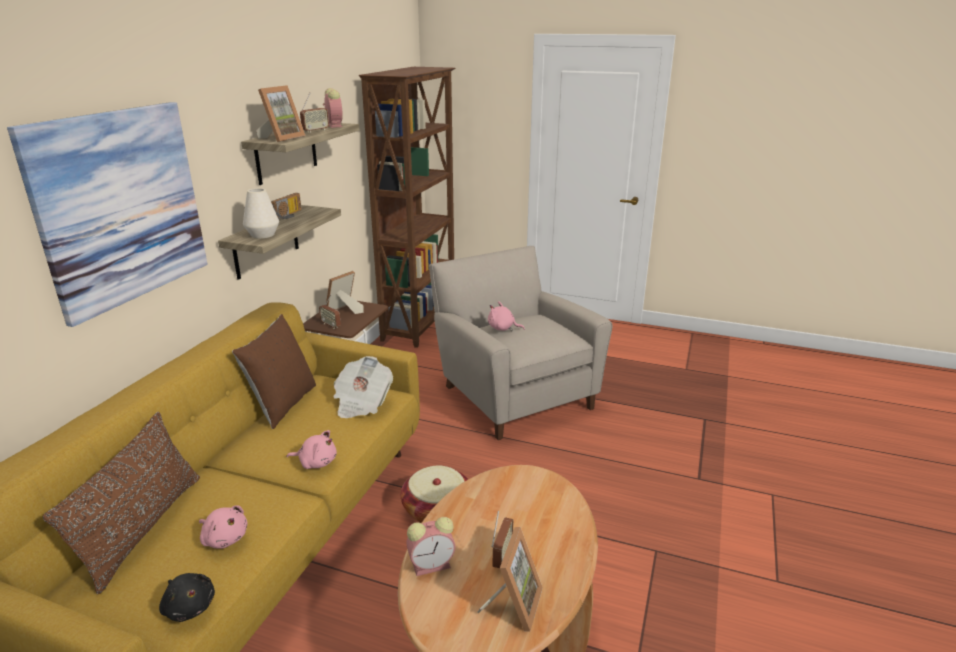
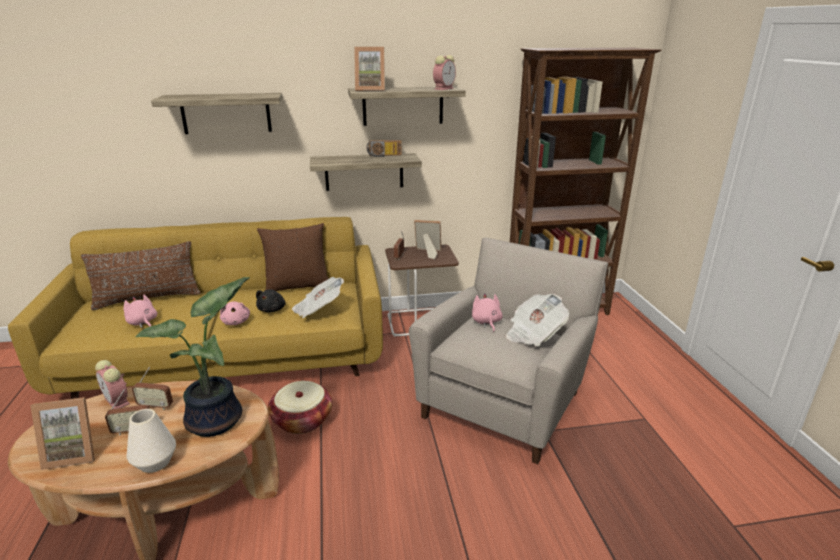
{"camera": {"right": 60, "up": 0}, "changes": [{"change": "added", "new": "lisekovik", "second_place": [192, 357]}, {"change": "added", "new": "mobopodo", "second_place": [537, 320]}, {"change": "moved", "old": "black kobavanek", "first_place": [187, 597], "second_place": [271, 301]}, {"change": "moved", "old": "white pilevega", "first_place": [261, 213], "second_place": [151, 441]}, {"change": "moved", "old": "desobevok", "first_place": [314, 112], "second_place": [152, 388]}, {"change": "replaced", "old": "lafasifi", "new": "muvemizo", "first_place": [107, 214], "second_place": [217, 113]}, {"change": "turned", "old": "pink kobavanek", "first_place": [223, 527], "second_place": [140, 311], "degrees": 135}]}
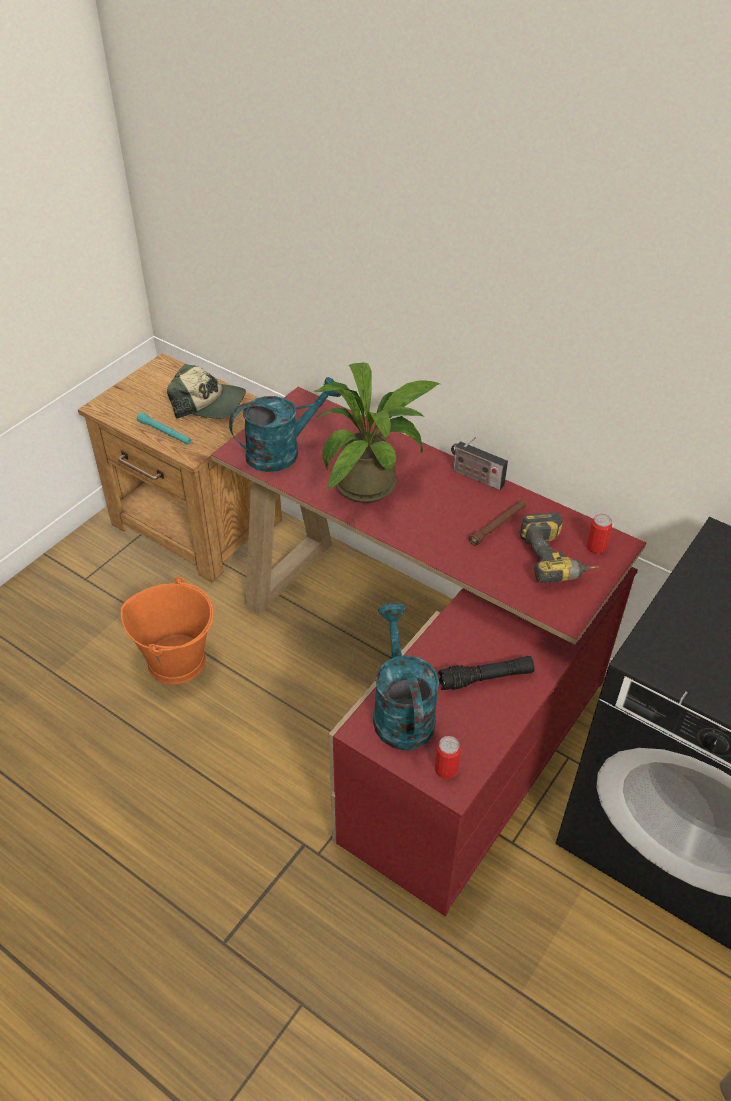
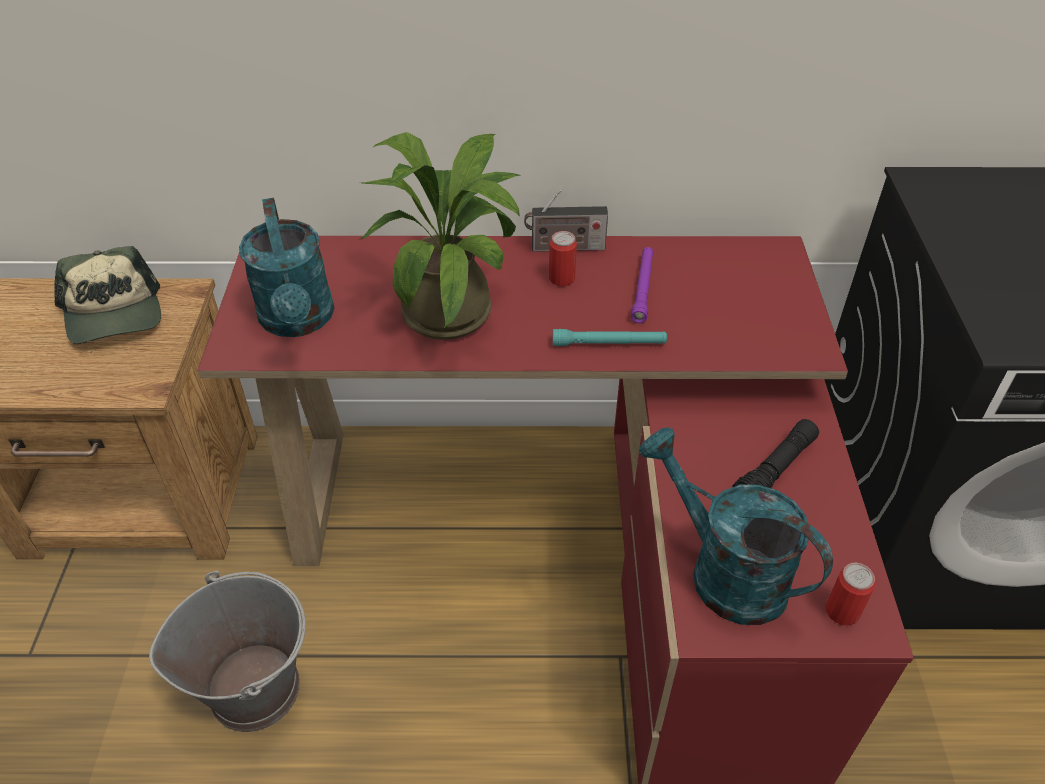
{"camera": {"right": -35, "up": 0}, "changes": [{"change": "removed", "old": "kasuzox", "first_place": [559, 547]}, {"change": "moved", "old": "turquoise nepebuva", "first_place": [164, 428], "second_place": [610, 337]}, {"change": "moved", "old": "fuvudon", "first_place": [599, 534], "second_place": [563, 258]}, {"change": "recoloured", "old": "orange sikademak", "new": "grey sikademak", "first_place": [167, 631], "second_place": [227, 651]}, {"change": "recoloured", "old": "brown nepebuva", "new": "purple nepebuva", "first_place": [497, 523], "second_place": [642, 285]}, {"change": "turned", "old": "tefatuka", "first_place": [206, 391], "second_place": [107, 295], "degrees": 90}, {"change": "turned", "old": "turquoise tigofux", "first_place": [285, 424], "second_place": [286, 267], "degrees": 135}]}
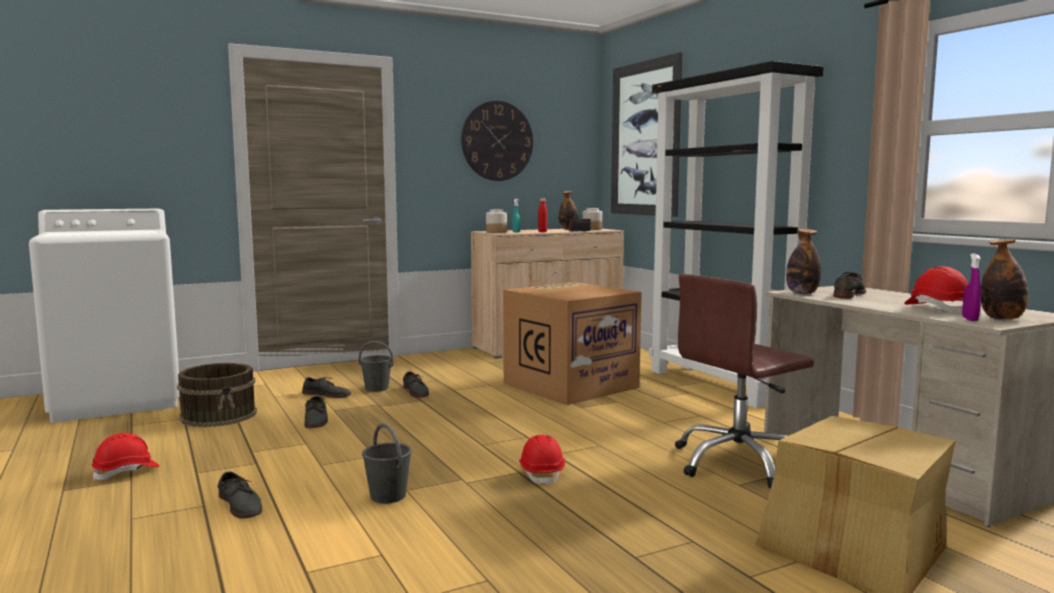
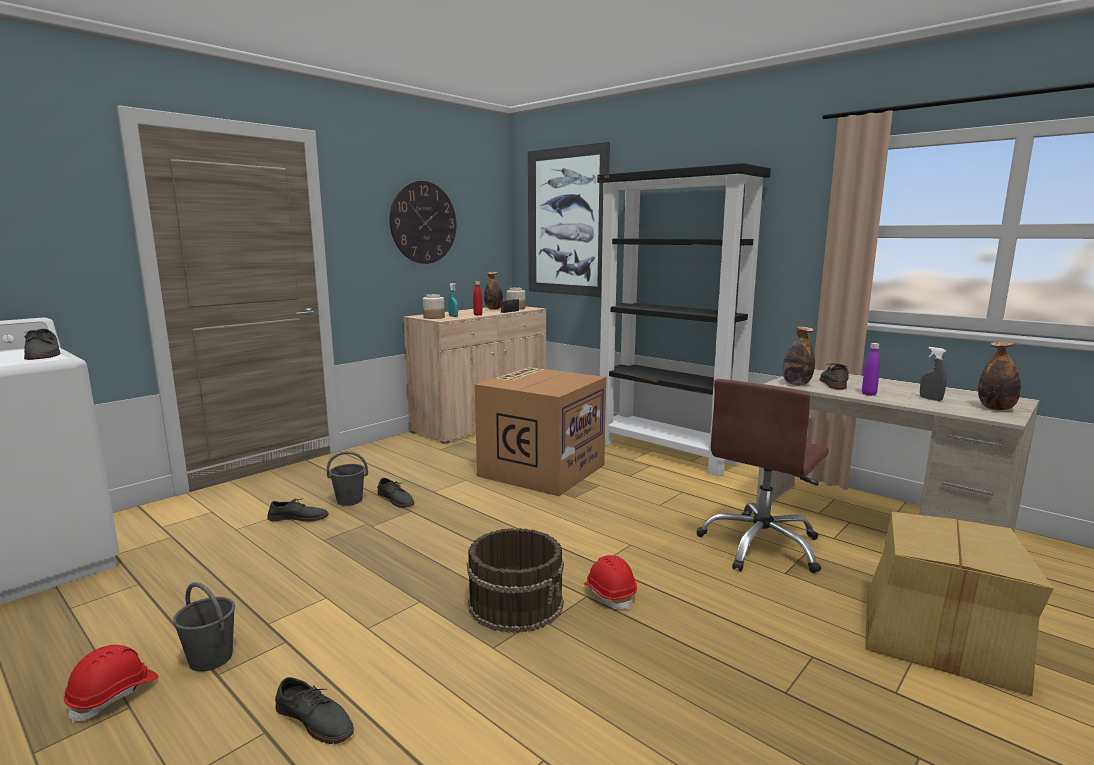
{"camera": {"right": -20, "up": 5}, "changes": [{"change": "removed", "old": "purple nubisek", "first_place": [971, 287]}, {"change": "added", "new": "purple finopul", "second_place": [871, 369]}, {"change": "moved", "old": "brown sikademak", "first_place": [217, 395], "second_place": [515, 580]}, {"change": "moved", "old": "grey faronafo", "first_place": [316, 412], "second_place": [42, 344]}, {"change": "moved", "old": "grey sikademak", "first_place": [387, 463], "second_place": [204, 627]}, {"change": "replaced", "old": "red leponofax", "new": "grey nubisek", "first_place": [936, 289], "second_place": [933, 374]}]}
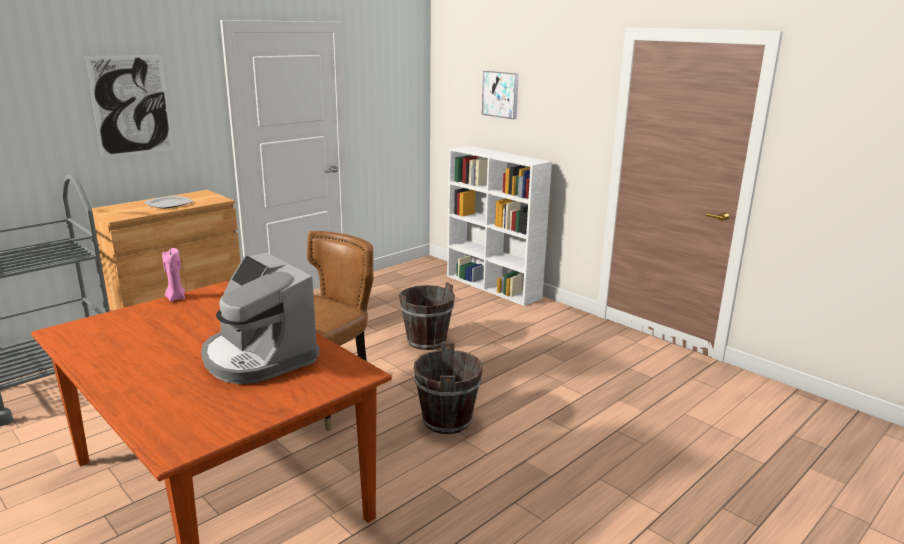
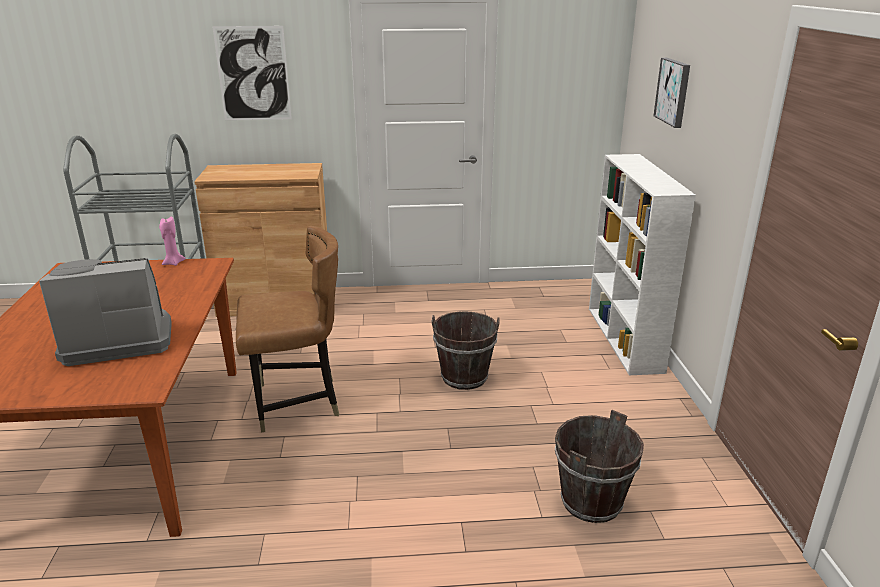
{"camera": {"right": 40, "up": 5}, "changes": [{"change": "removed", "old": "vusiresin", "first_place": [168, 202]}, {"change": "moved", "old": "brown sikademak", "first_place": [448, 388], "second_place": [599, 466]}, {"change": "turned", "old": "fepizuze", "first_place": [260, 318], "second_place": [105, 312], "degrees": 75}]}
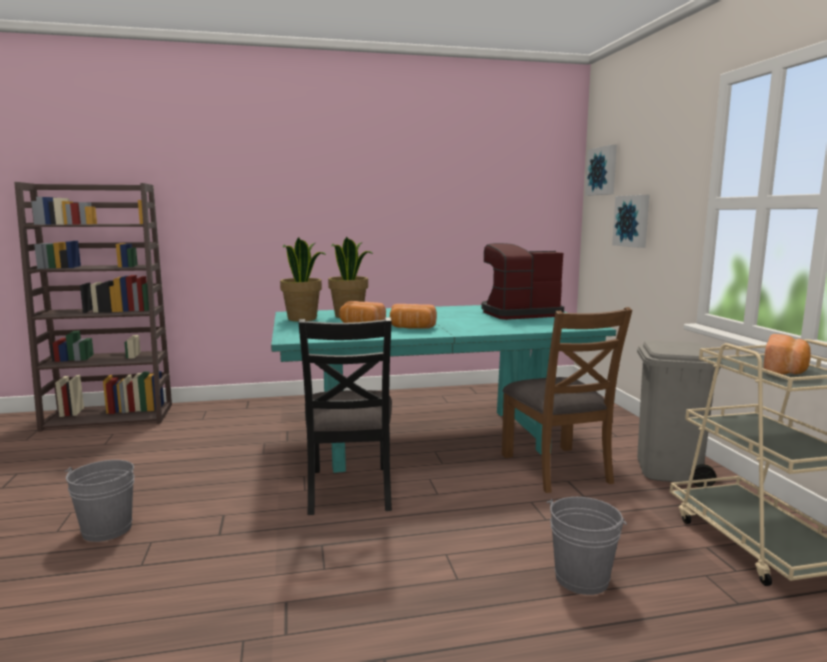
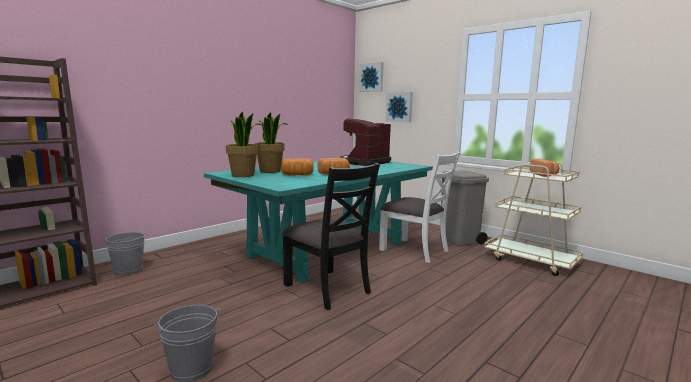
{"camera": {"right": -35, "up": 0}, "changes": [{"change": "moved", "old": "grey sikademak", "first_place": [586, 546], "second_place": [124, 254]}, {"change": "recoloured", "old": "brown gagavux", "new": "white gagavux", "first_place": [567, 400], "second_place": [419, 207]}]}
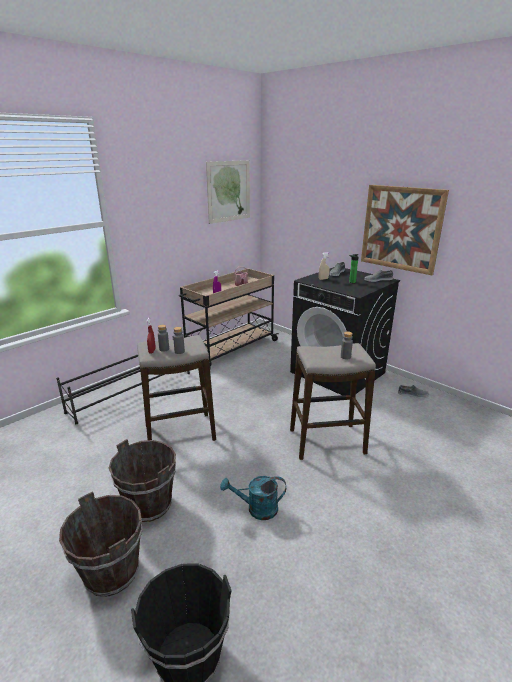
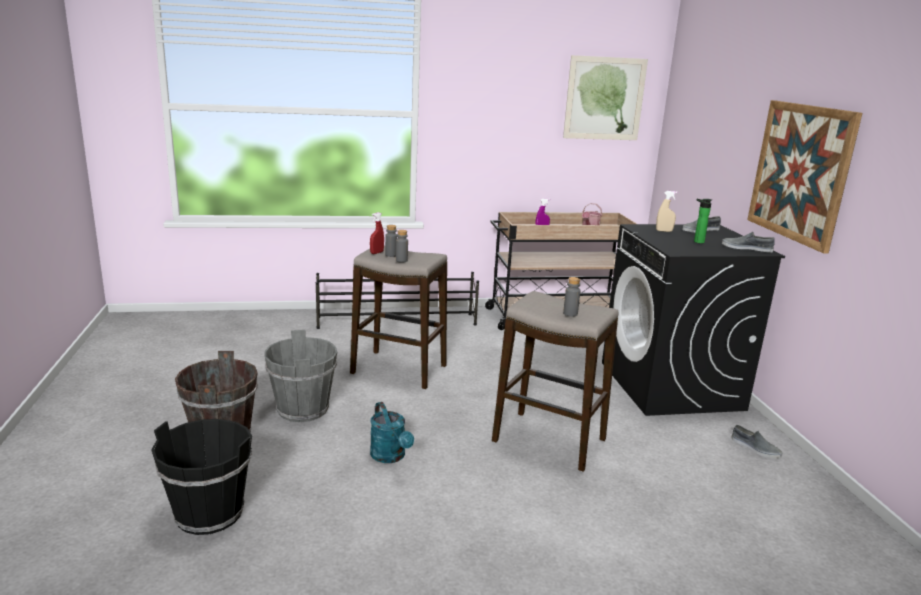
{"camera": {"right": 35, "up": -5}, "changes": [{"change": "recoloured", "old": "brown sikademak", "new": "grey sikademak", "first_place": [142, 480], "second_place": [300, 376]}, {"change": "turned", "old": "turquoise tigofux", "first_place": [253, 498], "second_place": [392, 432], "degrees": -150}]}
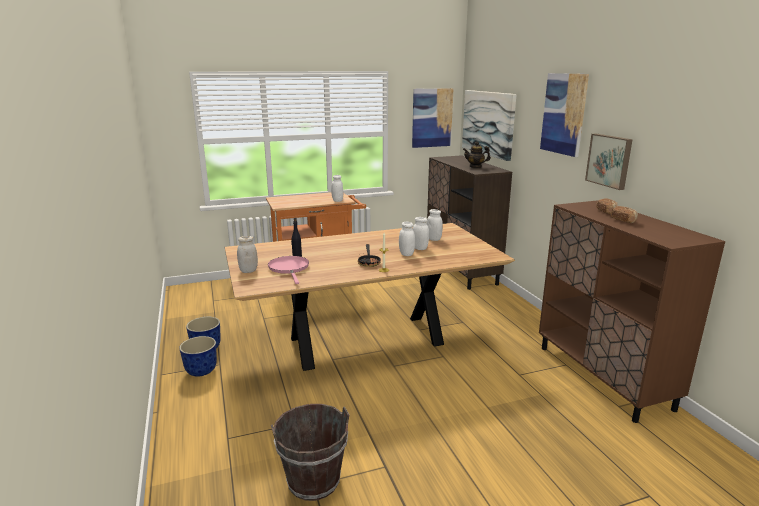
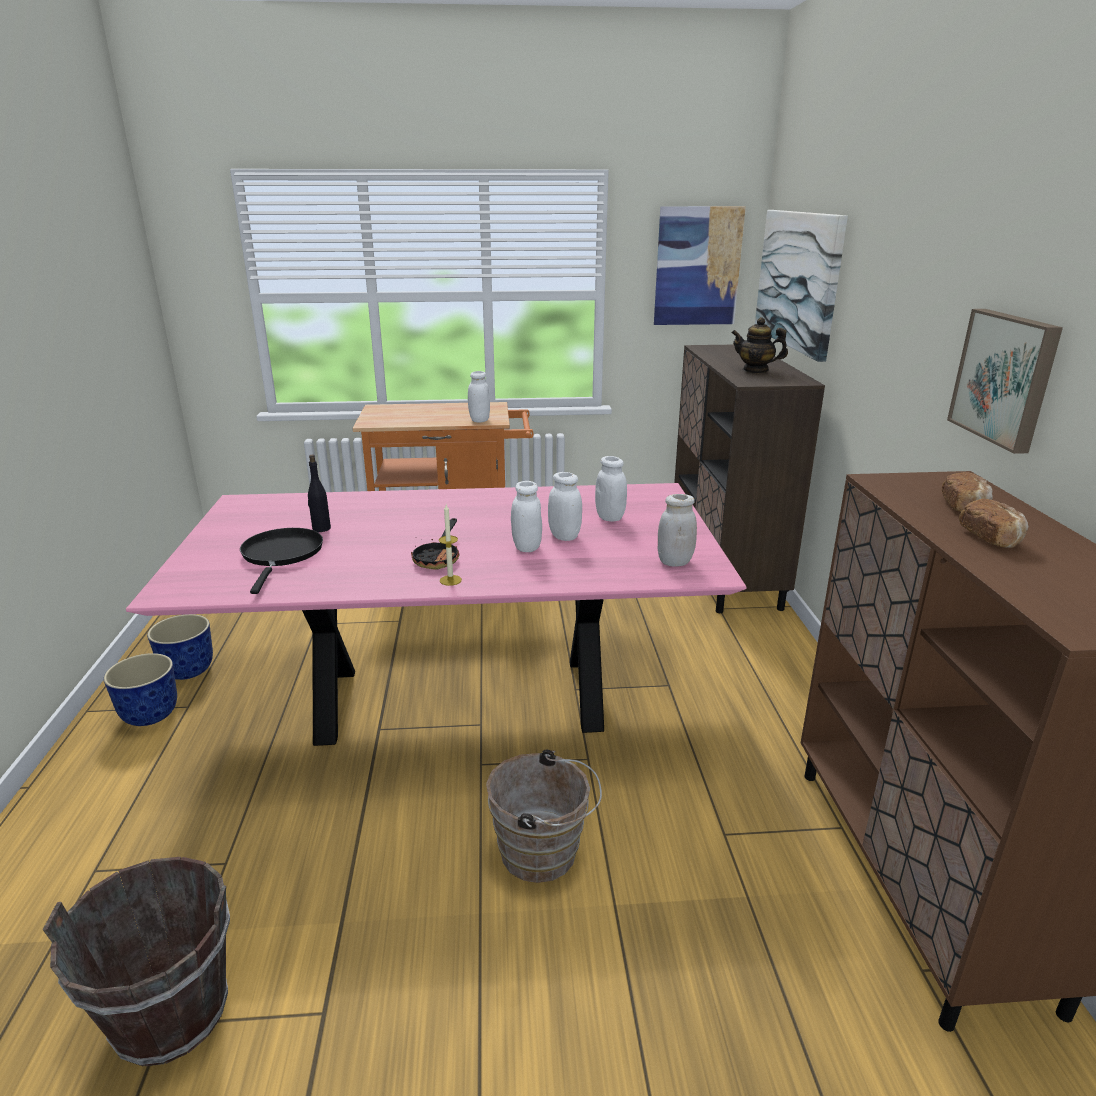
{"camera": {"right": 15, "up": 5}, "changes": [{"change": "removed", "old": "lafasifi", "first_place": [564, 115]}, {"change": "added", "new": "brown sikademak", "second_place": [544, 816]}, {"change": "moved", "old": "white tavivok", "first_place": [247, 254], "second_place": [677, 530]}, {"change": "recoloured", "old": "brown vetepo", "new": "pink vetepo", "first_place": [370, 297], "second_place": [436, 614]}, {"change": "recoloured", "old": "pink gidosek", "new": "black gidosek", "first_place": [288, 270], "second_place": [281, 561]}]}
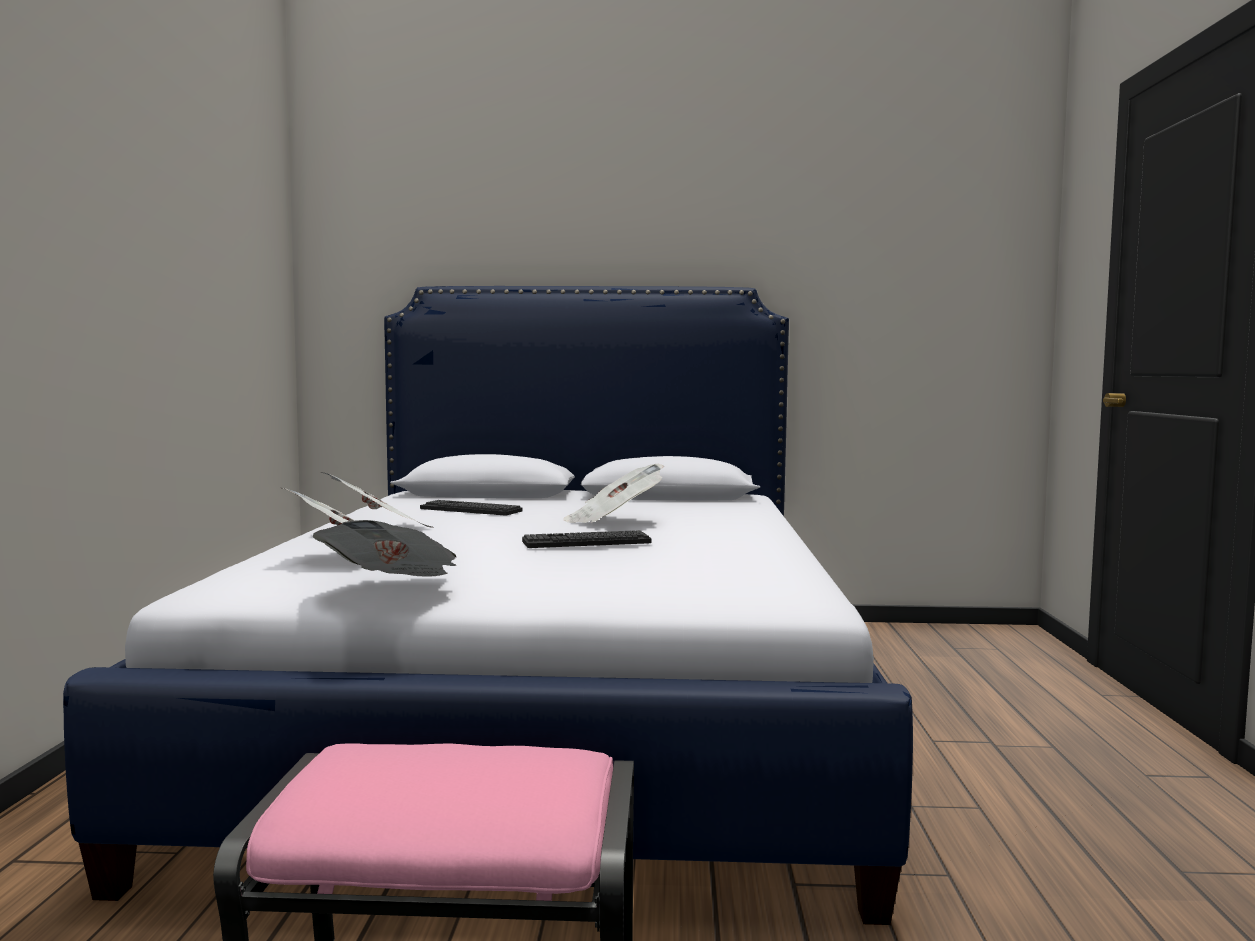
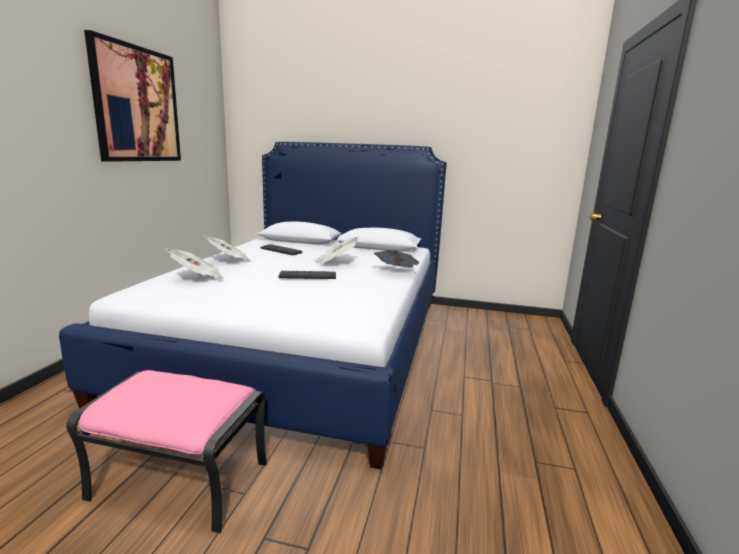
{"camera": {"right": 10, "up": 10}, "changes": [{"change": "added", "new": "lafasifi", "second_place": [132, 96]}, {"change": "moved", "old": "mobopodo", "first_place": [385, 548], "second_place": [396, 258]}]}
